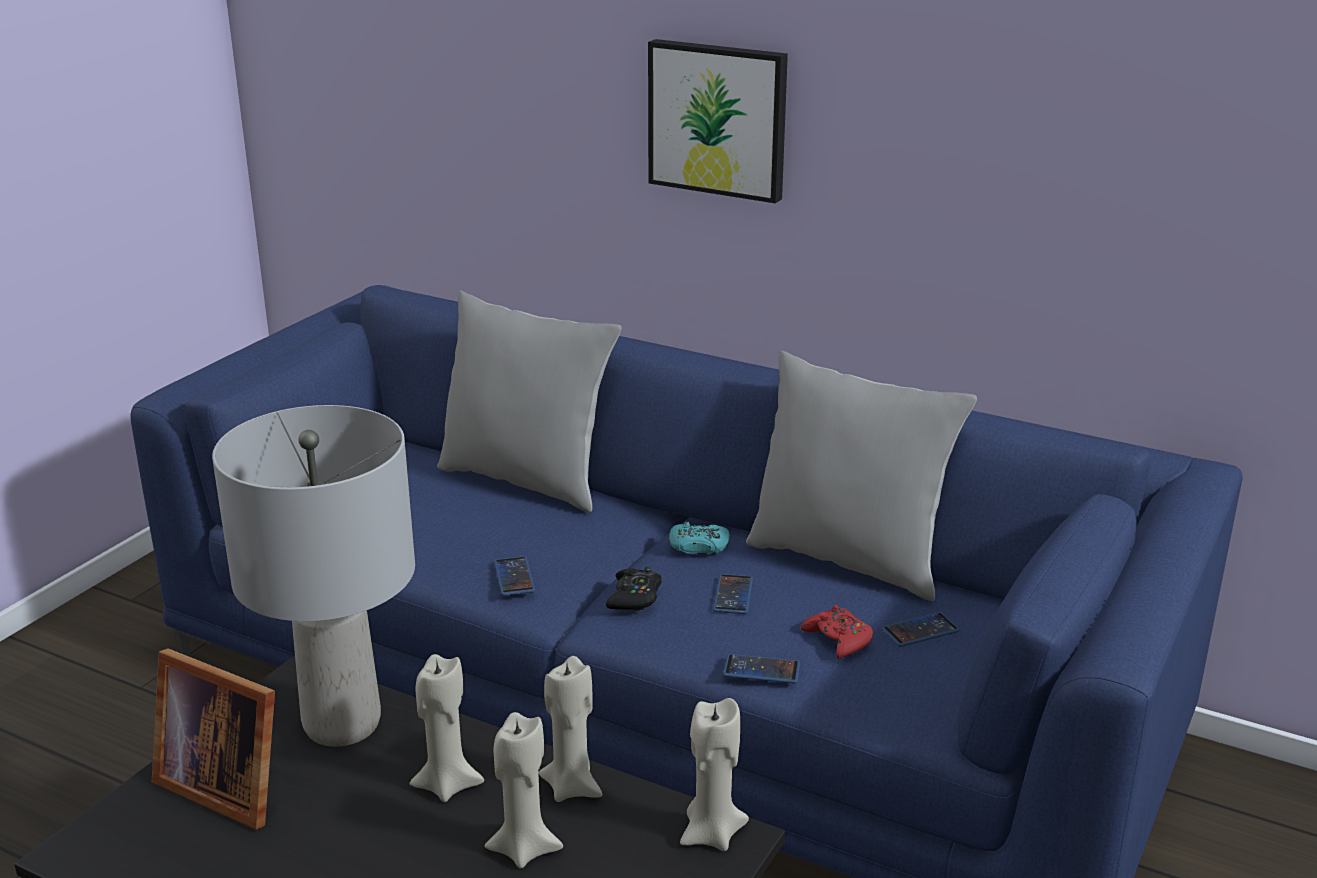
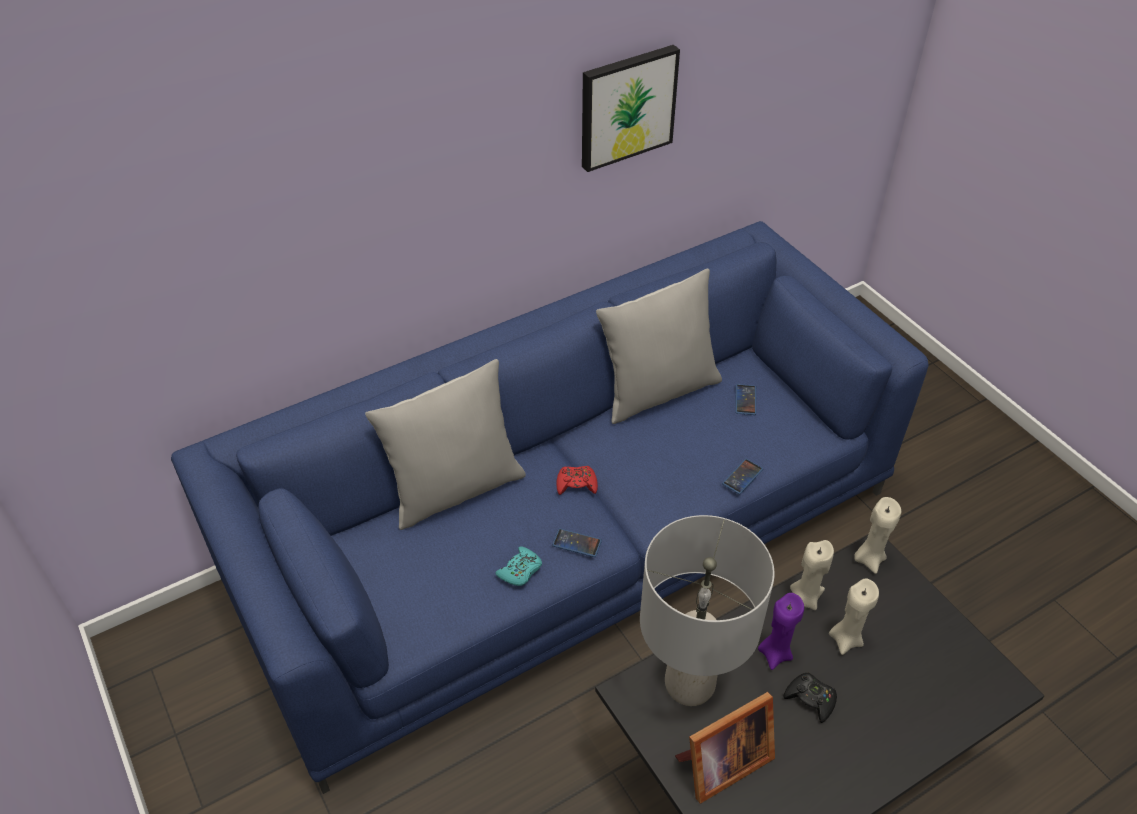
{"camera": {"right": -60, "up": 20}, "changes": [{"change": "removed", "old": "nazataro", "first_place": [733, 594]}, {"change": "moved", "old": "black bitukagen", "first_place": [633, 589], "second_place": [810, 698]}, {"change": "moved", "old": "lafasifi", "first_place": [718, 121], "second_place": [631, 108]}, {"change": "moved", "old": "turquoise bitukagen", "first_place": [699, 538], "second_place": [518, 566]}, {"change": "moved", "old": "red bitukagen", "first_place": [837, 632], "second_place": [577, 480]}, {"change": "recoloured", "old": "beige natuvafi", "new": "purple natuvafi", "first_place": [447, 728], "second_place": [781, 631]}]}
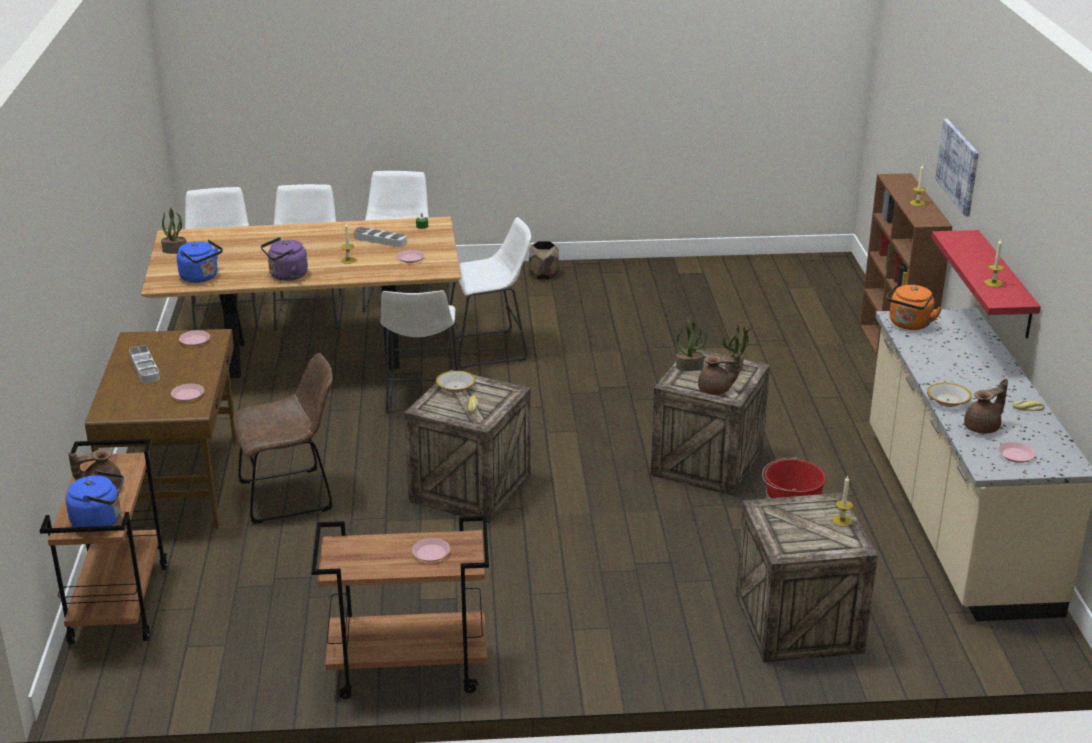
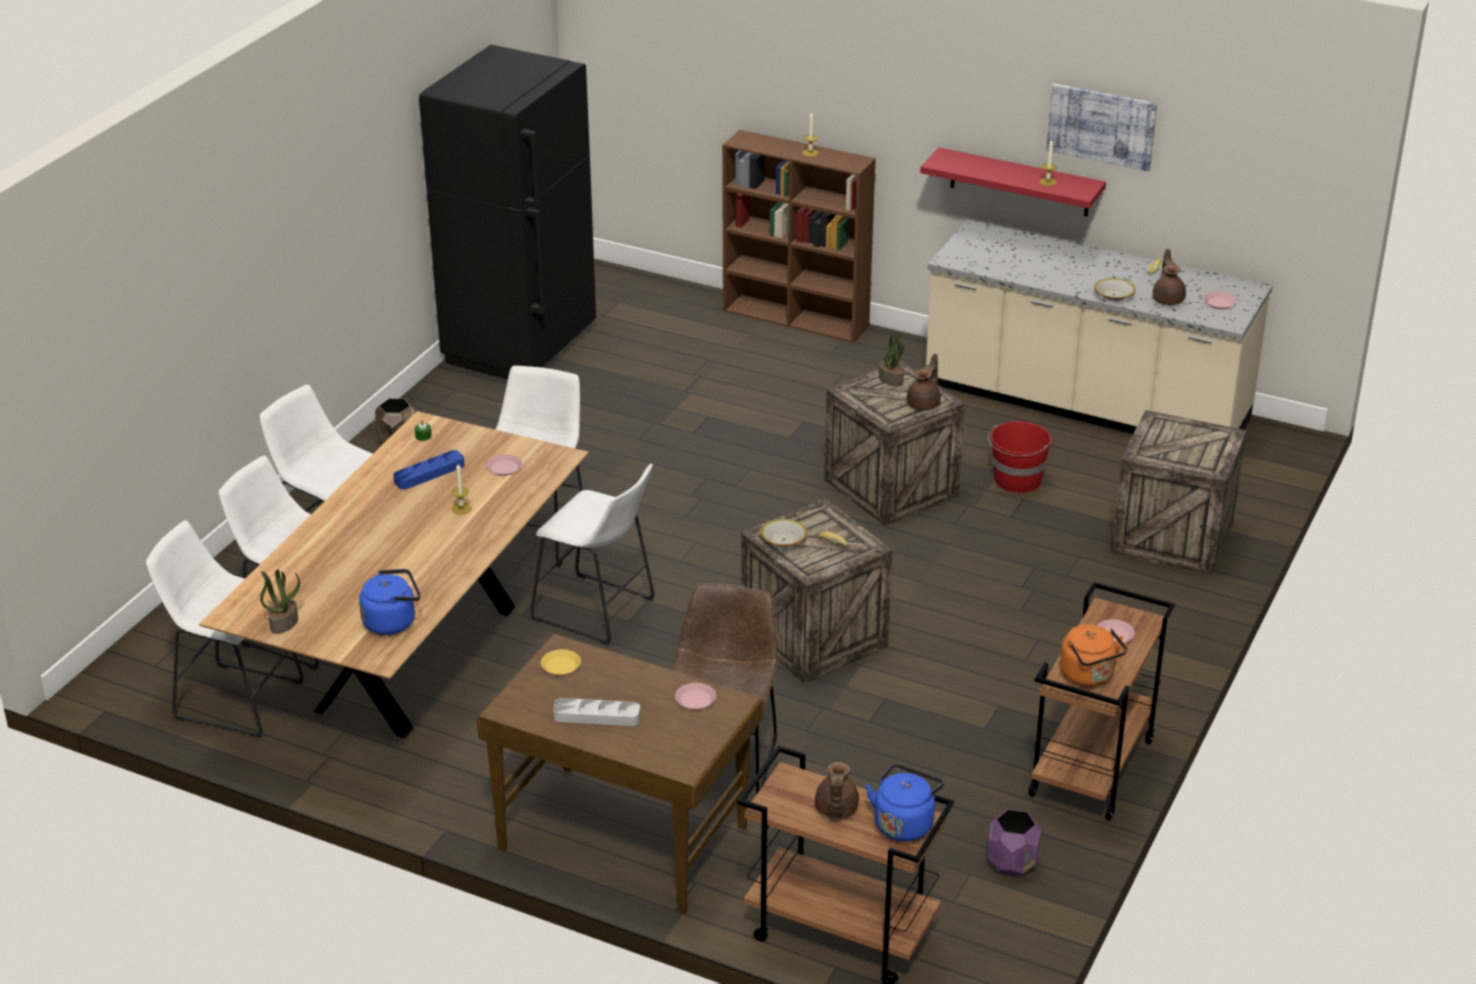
{"camera": {"right": -60, "up": 5}, "changes": [{"change": "removed", "old": "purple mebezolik", "first_place": [284, 259]}, {"change": "removed", "old": "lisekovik", "first_place": [691, 345]}, {"change": "removed", "old": "natuvafi", "first_place": [842, 501]}, {"change": "added", "new": "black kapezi", "second_place": [507, 212]}, {"change": "added", "new": "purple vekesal", "second_place": [1014, 842]}, {"change": "moved", "old": "orange mebezolik", "first_place": [914, 307], "second_place": [1094, 656]}, {"change": "moved", "old": "lafasifi", "first_place": [957, 167], "second_place": [1101, 127]}, {"change": "recoloured", "old": "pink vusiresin", "new": "yellow vusiresin", "first_place": [194, 338], "second_place": [561, 662]}, {"change": "recoloured", "old": "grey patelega", "new": "blue patelega", "first_place": [380, 237], "second_place": [429, 470]}]}
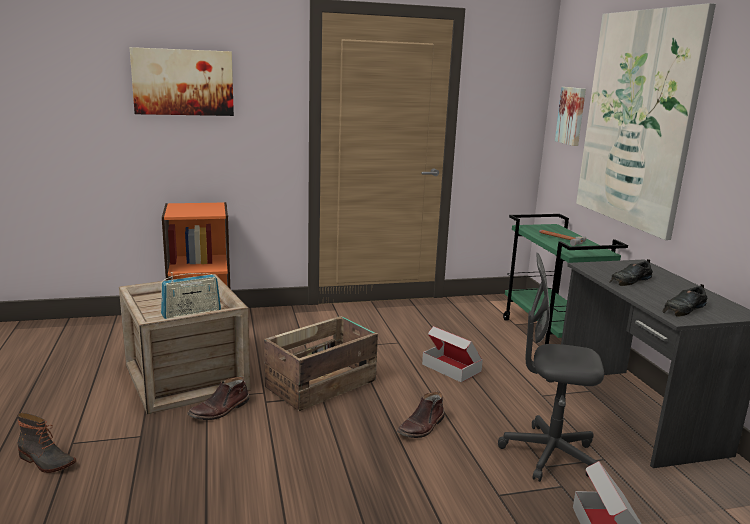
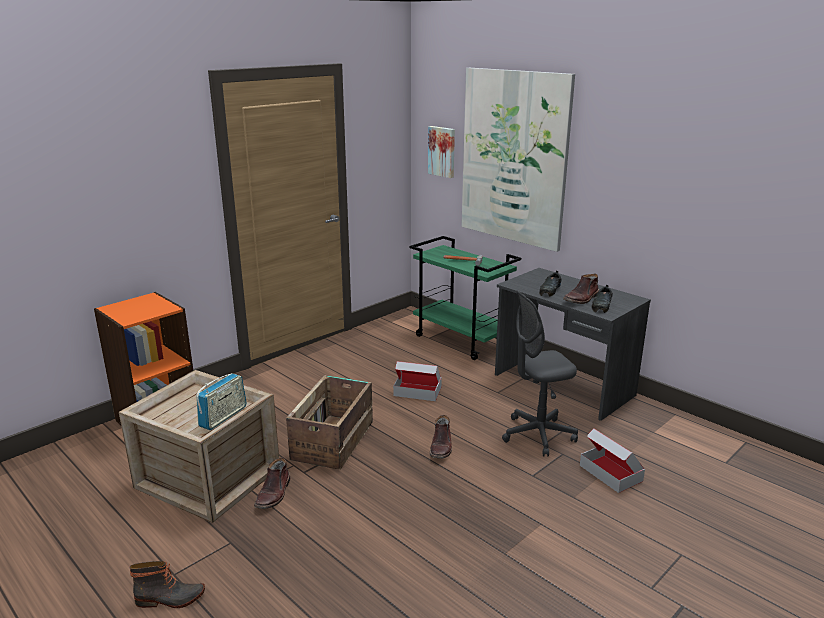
{"camera": {"right": -30, "up": 5}, "changes": [{"change": "removed", "old": "lafasifi", "first_place": [182, 81]}, {"change": "added", "new": "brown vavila", "second_place": [581, 289]}]}
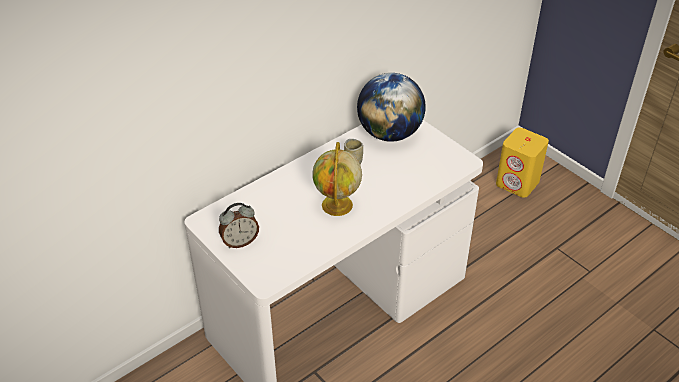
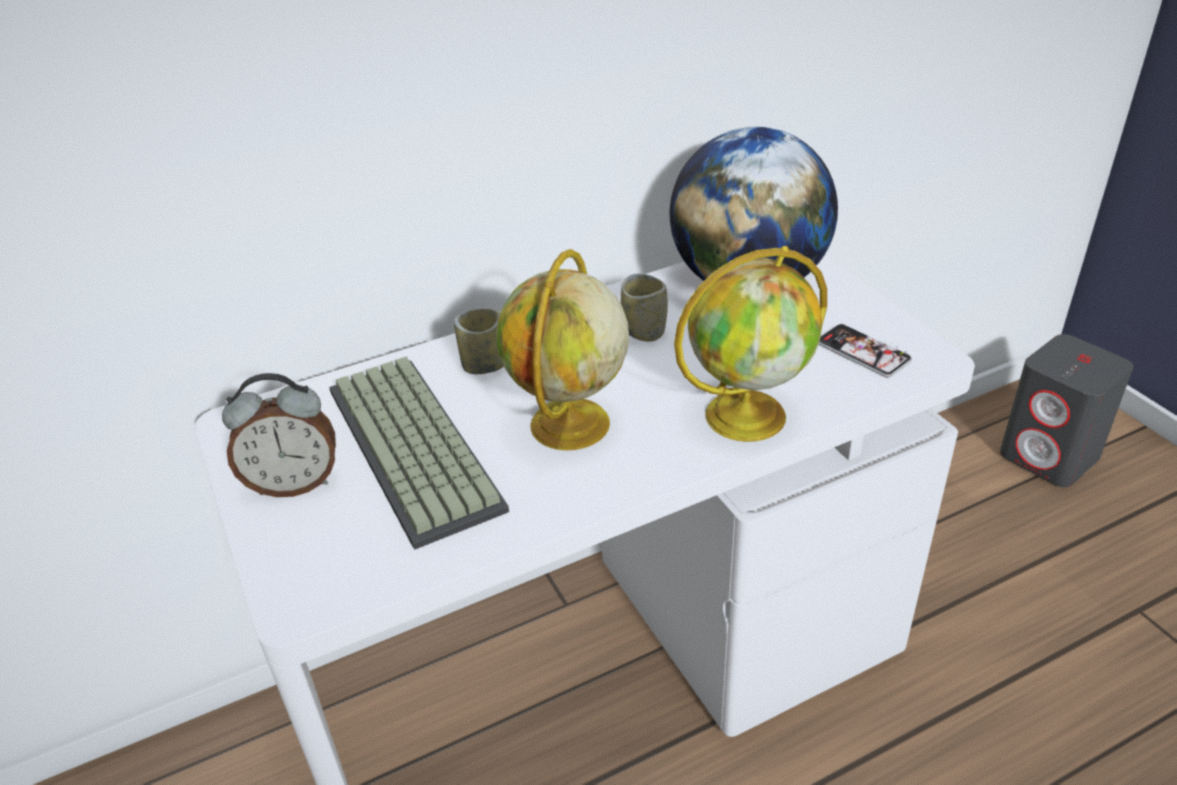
{"camera": {"right": 15, "up": -5}, "changes": [{"change": "added", "new": "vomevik", "second_place": [419, 453]}, {"change": "added", "new": "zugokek", "second_place": [479, 341]}, {"change": "added", "new": "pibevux", "second_place": [750, 344]}, {"change": "added", "new": "nazataro", "second_place": [865, 350]}, {"change": "recoloured", "old": "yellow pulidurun", "new": "grey pulidurun", "first_place": [522, 162], "second_place": [1067, 410]}]}
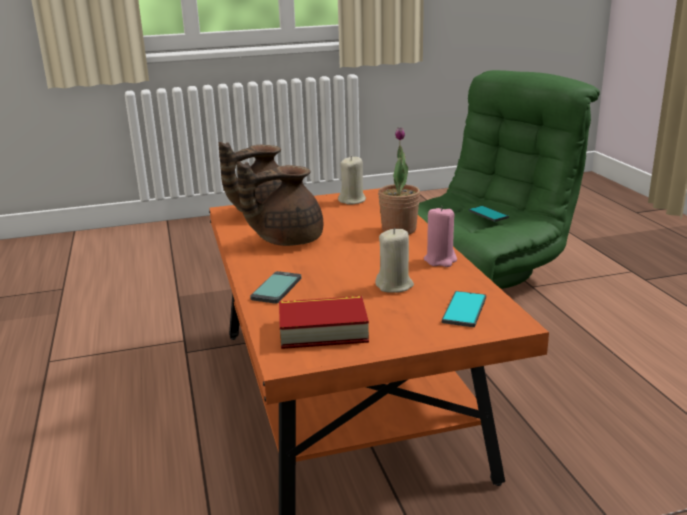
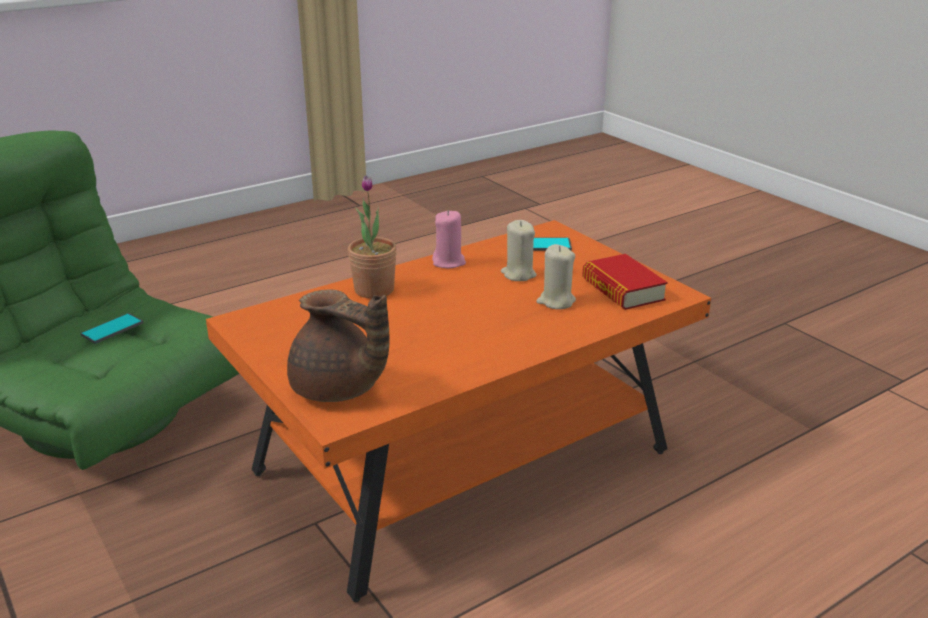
{"camera": {"right": -110, "up": 5}, "changes": [{"change": "removed", "old": "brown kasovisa", "first_place": [280, 203]}, {"change": "removed", "old": "nazataro", "first_place": [275, 287]}, {"change": "moved", "old": "beige natuvafi", "first_place": [352, 180], "second_place": [556, 276]}]}
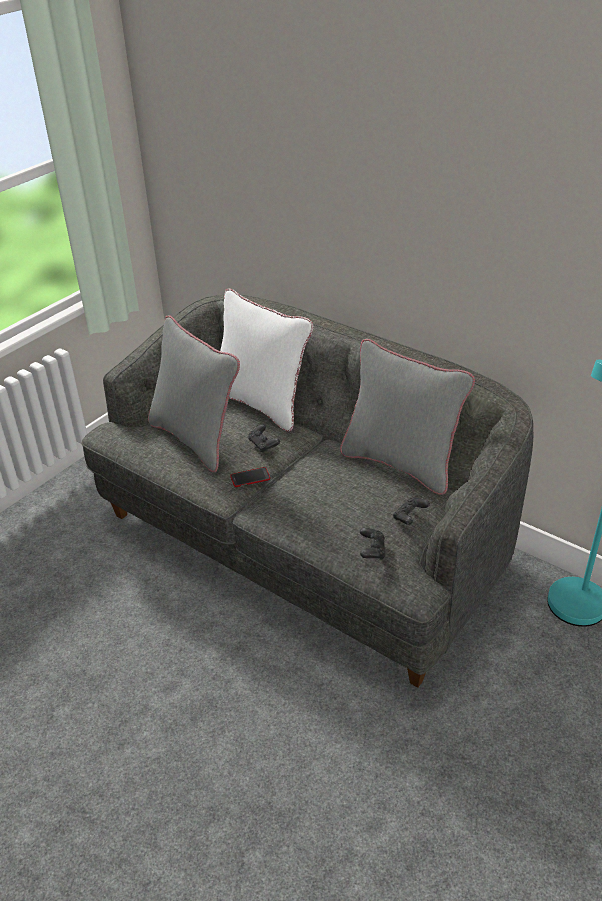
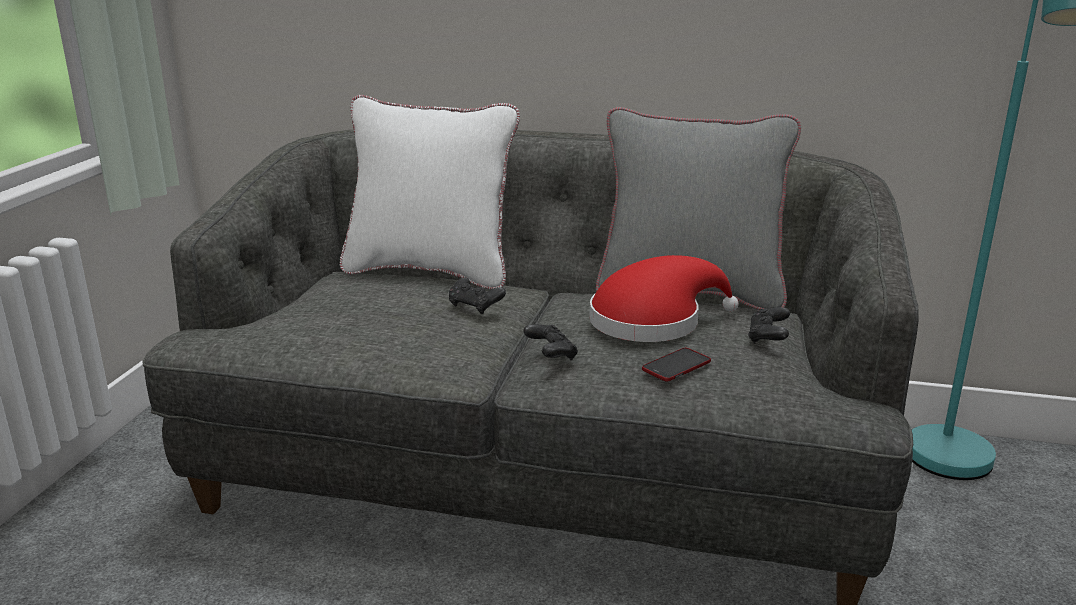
{"camera": {"right": -25, "up": -15}, "changes": [{"change": "removed", "old": "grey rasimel", "first_place": [194, 394]}, {"change": "added", "new": "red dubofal", "second_place": [664, 298]}, {"change": "moved", "old": "nazataro", "first_place": [250, 477], "second_place": [676, 365]}, {"change": "moved", "old": "black bitukagen", "first_place": [373, 544], "second_place": [551, 342]}]}
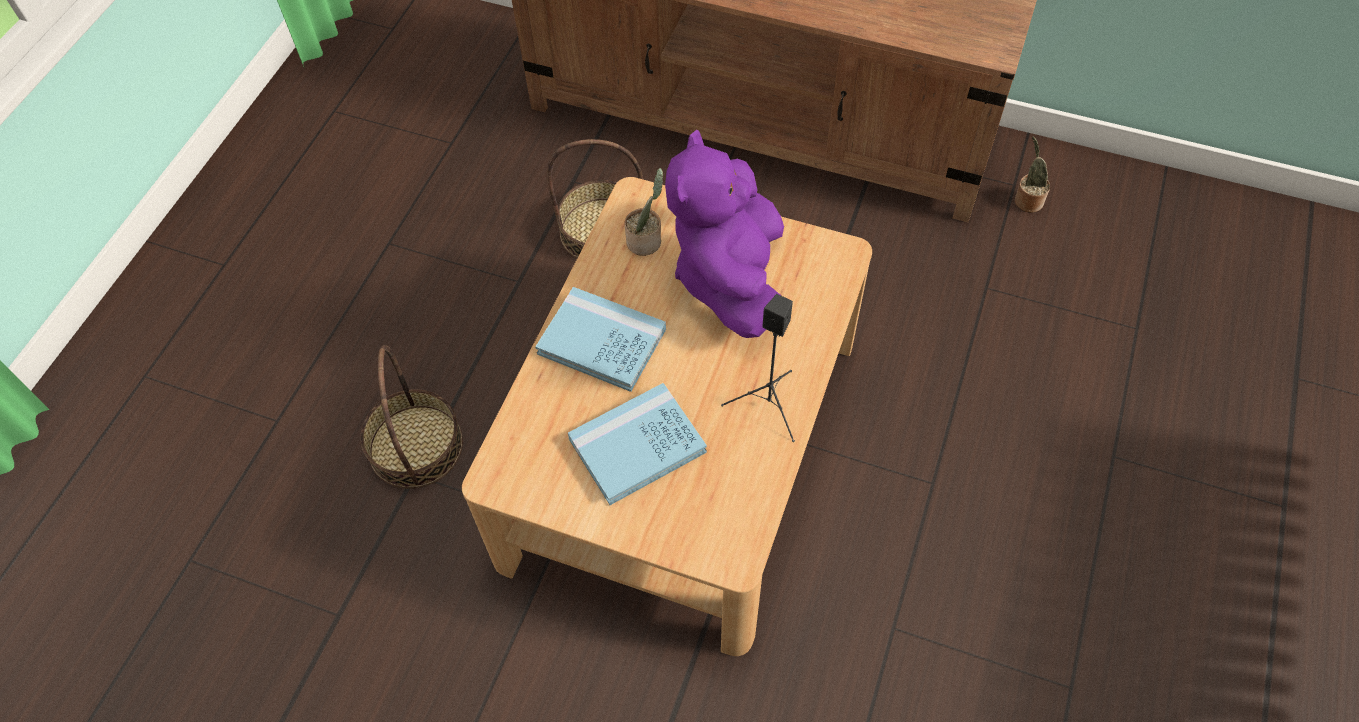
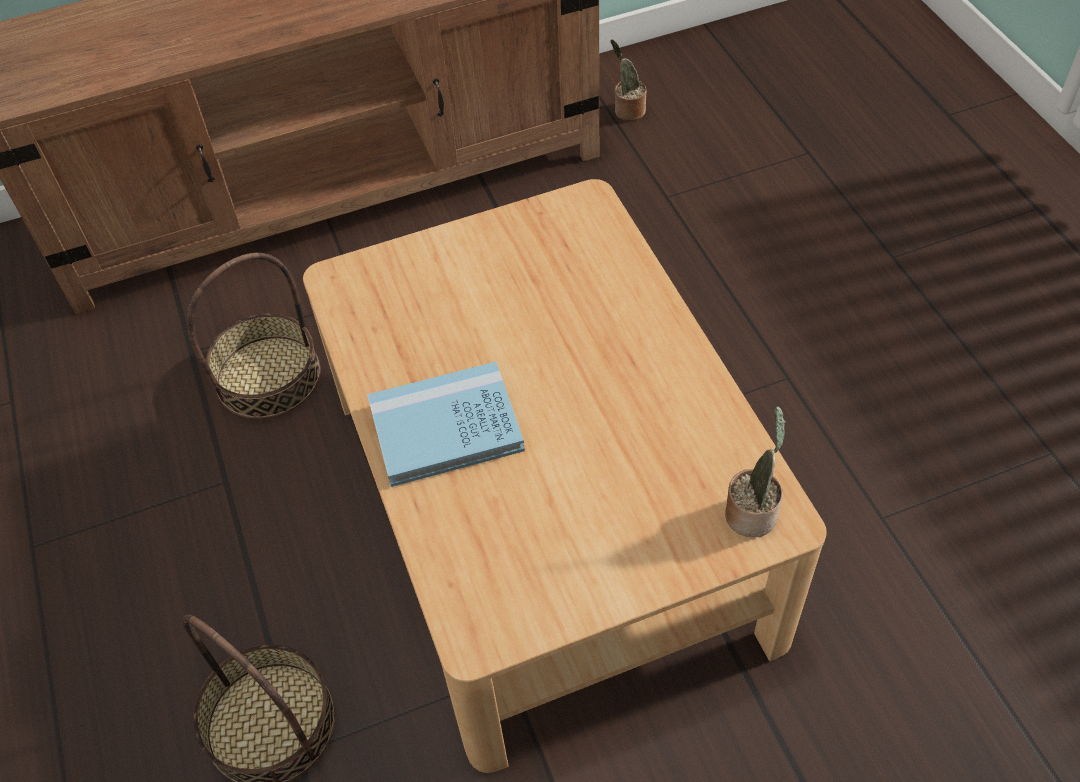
{"camera": {"right": -40, "up": -5}, "changes": [{"change": "removed", "old": "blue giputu", "first_place": [637, 444]}, {"change": "removed", "old": "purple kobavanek", "first_place": [724, 234]}, {"change": "removed", "old": "black pulidurun", "first_place": [758, 368]}, {"change": "moved", "old": "lisekovik", "first_place": [643, 212], "second_place": [755, 471]}]}
